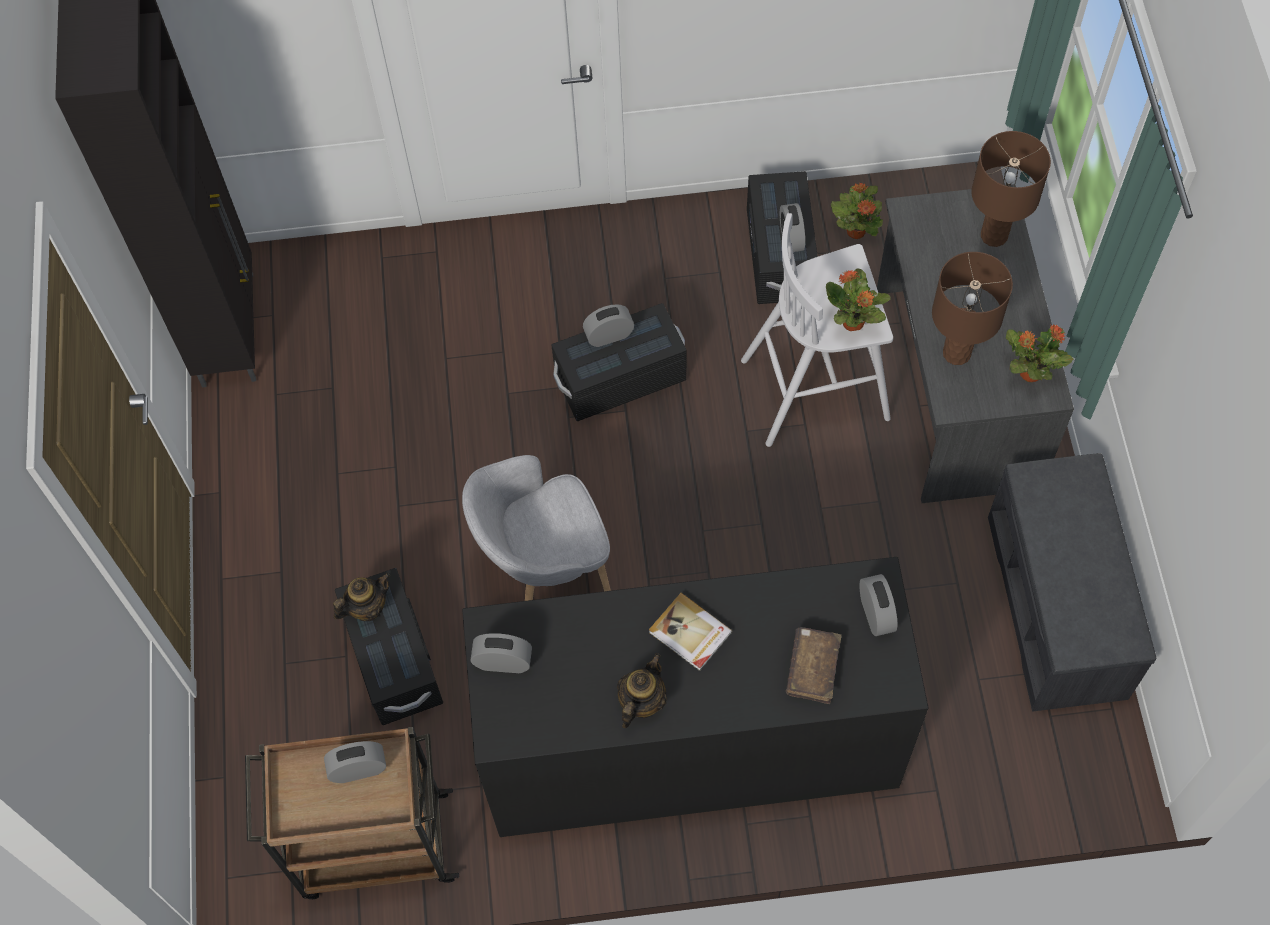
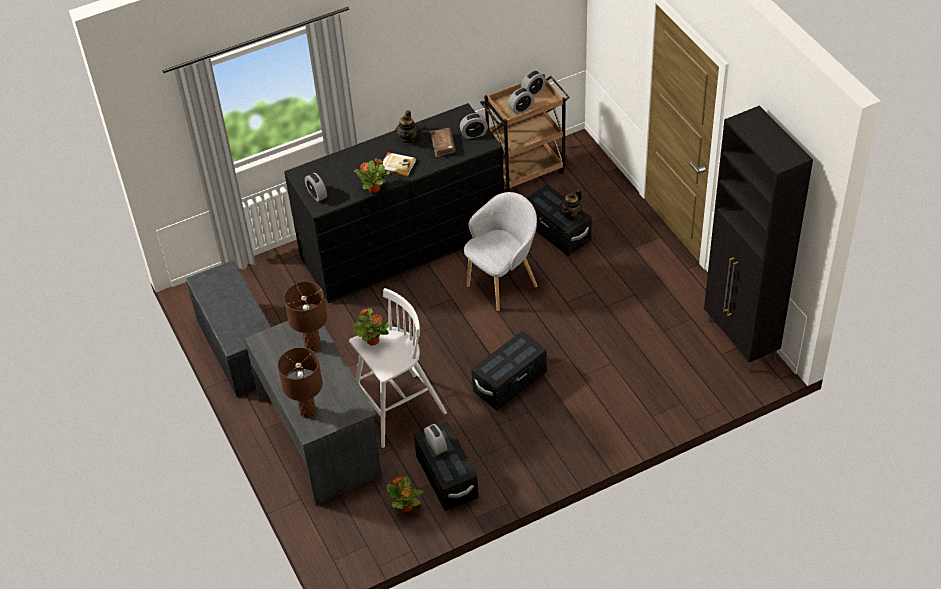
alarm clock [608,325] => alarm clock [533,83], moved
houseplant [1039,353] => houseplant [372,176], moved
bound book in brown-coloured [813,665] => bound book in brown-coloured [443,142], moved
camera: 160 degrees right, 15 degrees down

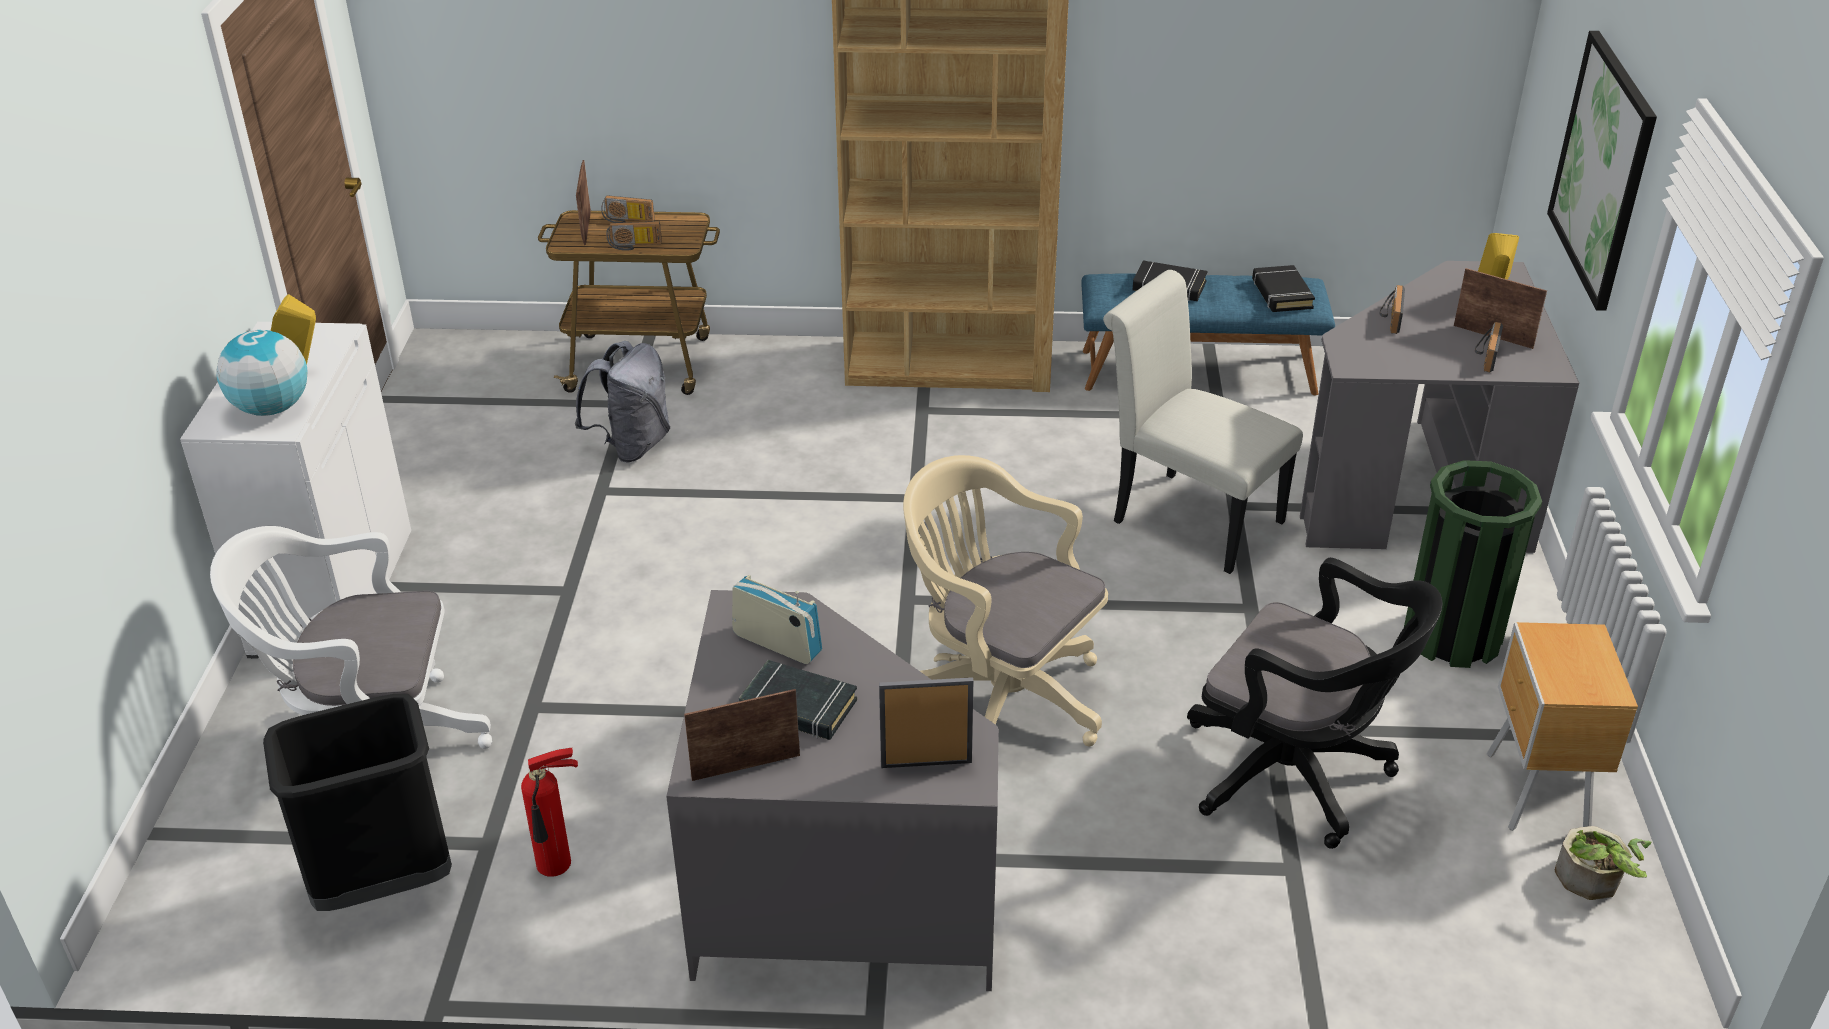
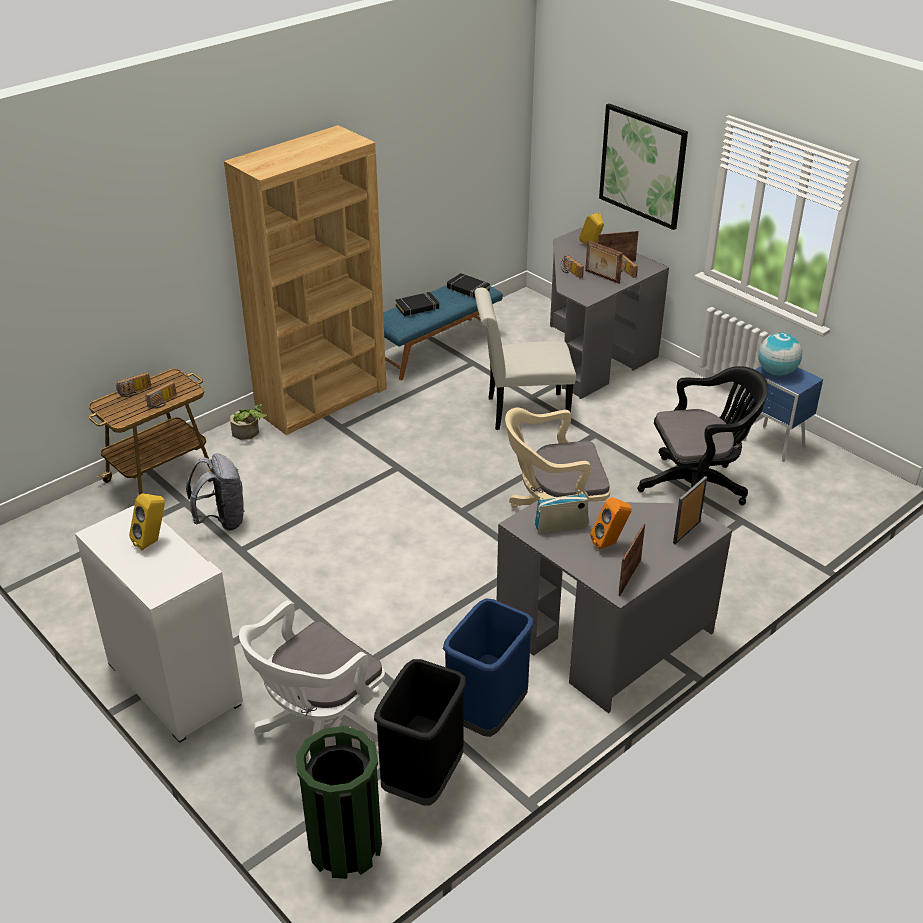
photo frame [583,202] => photo frame [604,262], moved
globe [262,373] => globe [780,354], moved
trash can in green [1473,564] => trash can in green [339,802], moved
bedside table in brown-coloured [1562,726] => bedside table in bluish [783,414]
bound book in blackish [798,700] => loudspeaker in orange [611,523]
fire extinguisher [549,812] => trash can in bluish [488,667]
houseplant [1603,863] => houseplant [248,422], moved
camera: 45 degrees left, 0 degrees up

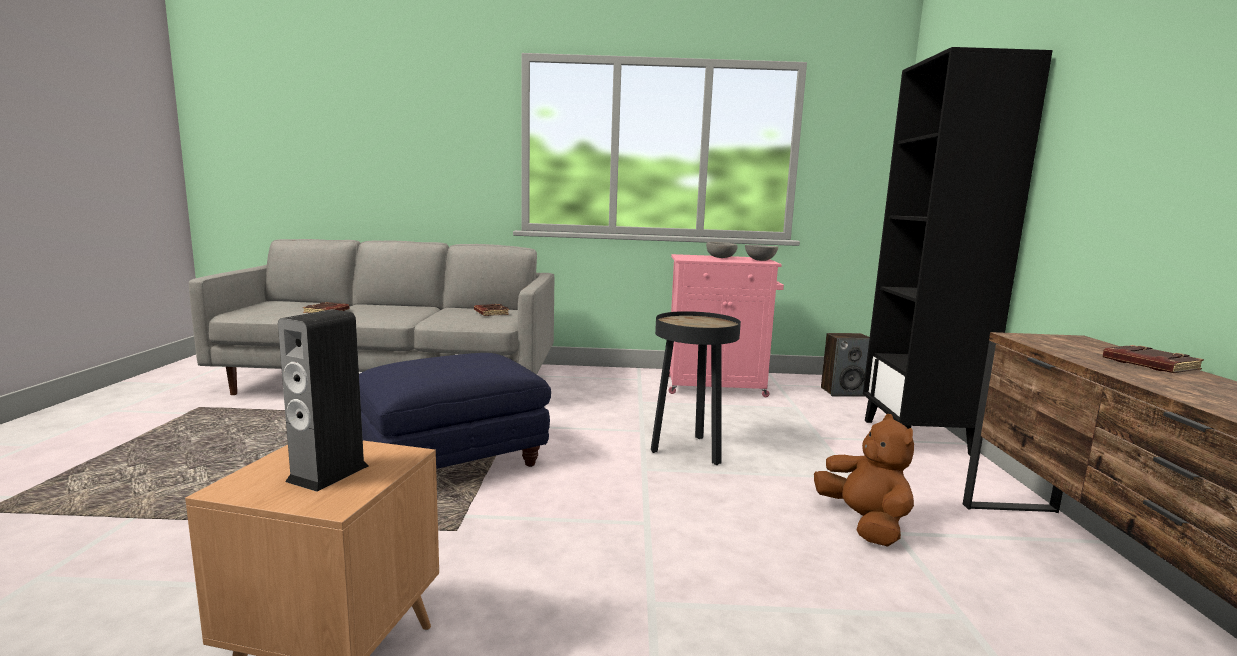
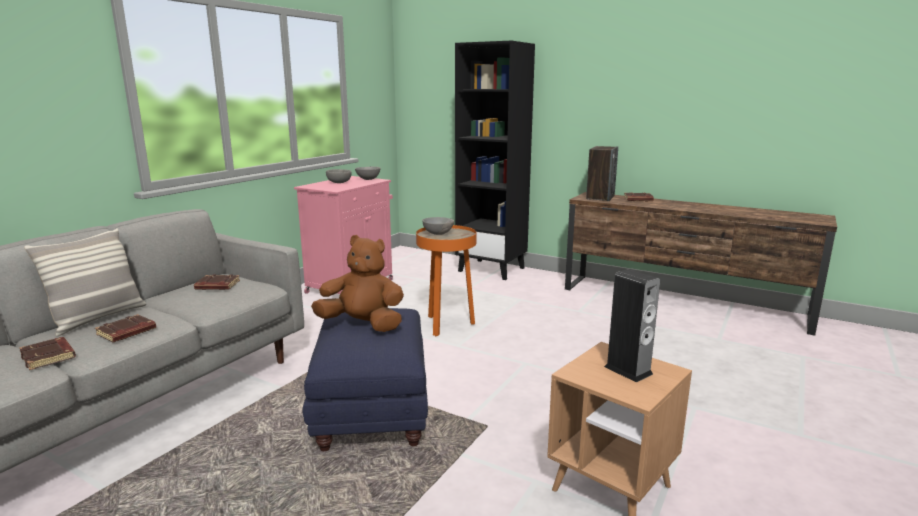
end table in blackish [696,388] => end table in orange [446,280]
loudspeaker [845,364] => loudspeaker [602,173], moved
soft toy in brown-coloured [864,480] => soft toy in brown-coloured [357,283], moved
nothing => bowl in gray [438,226]
nothing => throw pillow [85,282]
nothing => bound book in brown-coloured [125,328]
camera: 60 degrees left, 5 degrees up

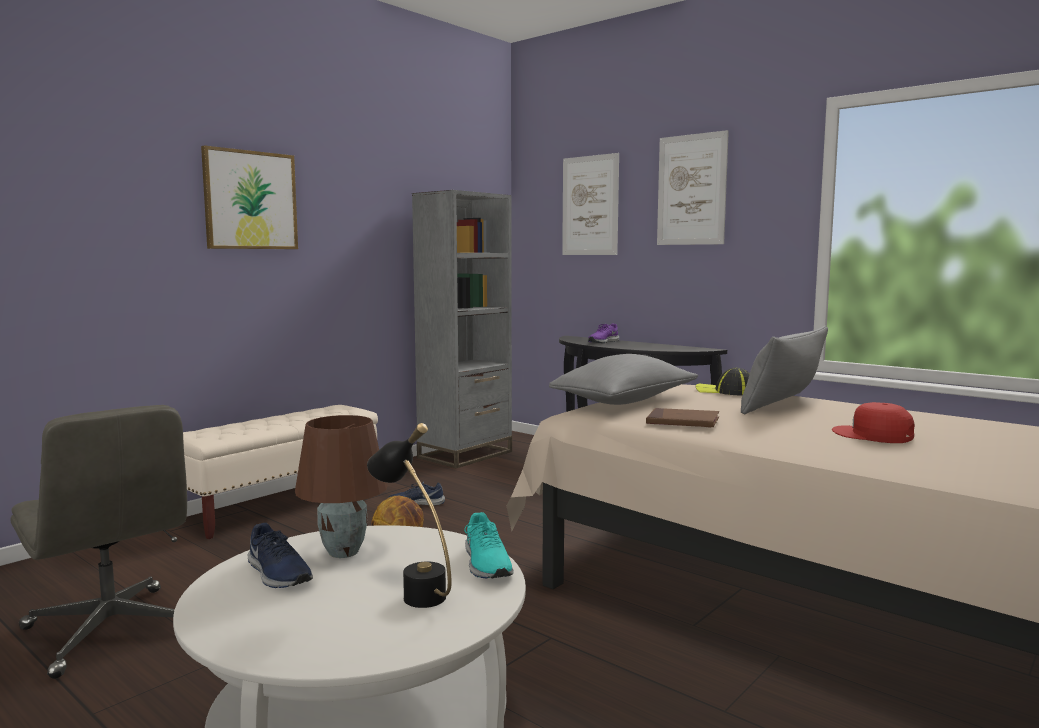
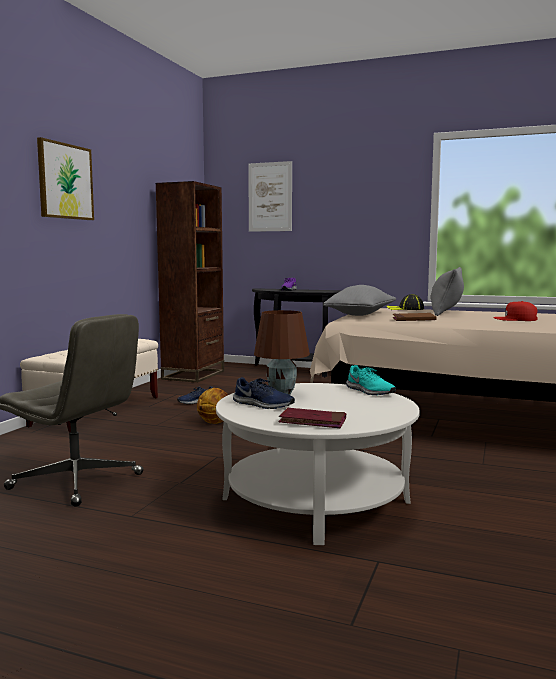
picture [693,187] => nothing
bookshelf in gray [462,329] => bookshelf in brown-coloured [189,282]
lamp for a table in blackish [409,515] => nothing
nothing => bound book in red [312,418]
camera: 20 degrees left, 0 degrees up

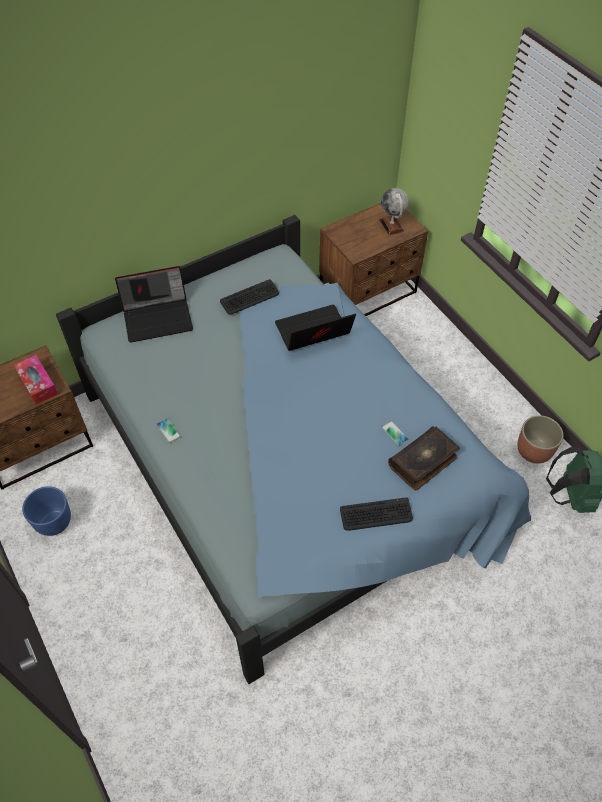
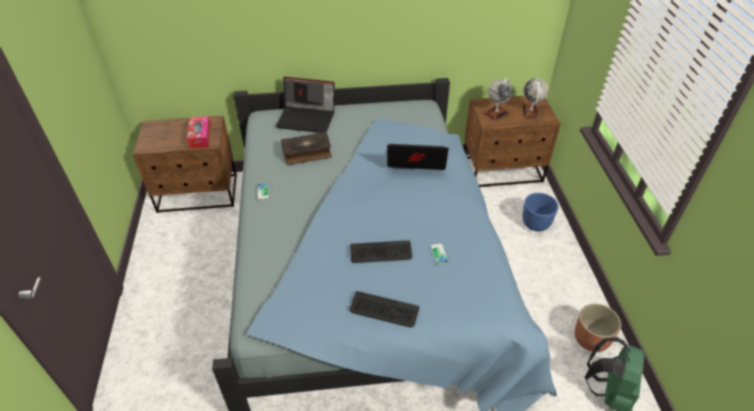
keyboard [249,297] => keyboard [381,251], moved
bound book [424,458] => bound book [306,148], moved
flower pot in bluish [46,511] => flower pot in bluish [540,212], moved
nothing => globe [498,99]
camera: 25 degrees right, 10 degrees down

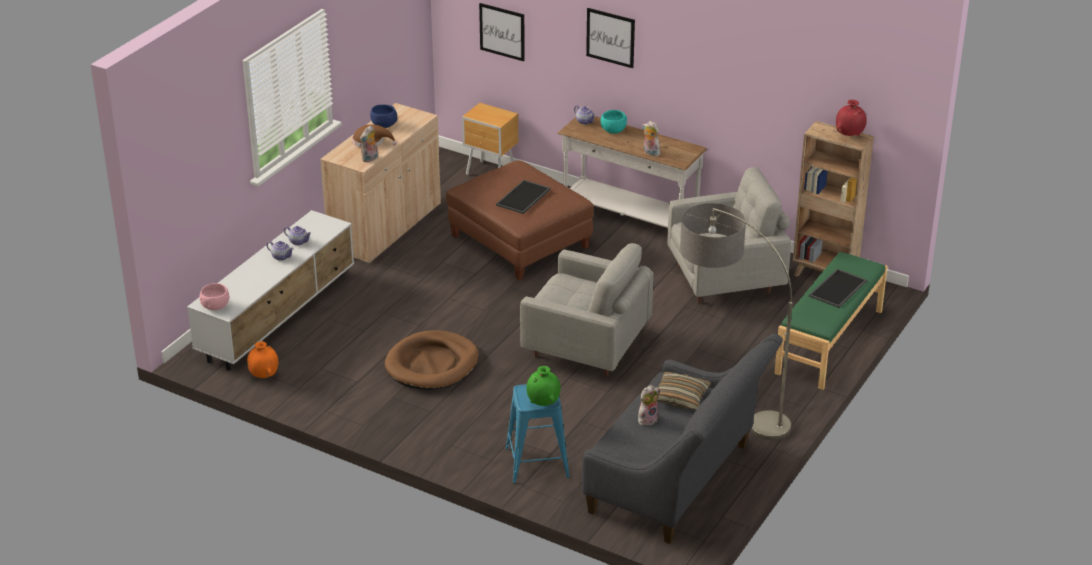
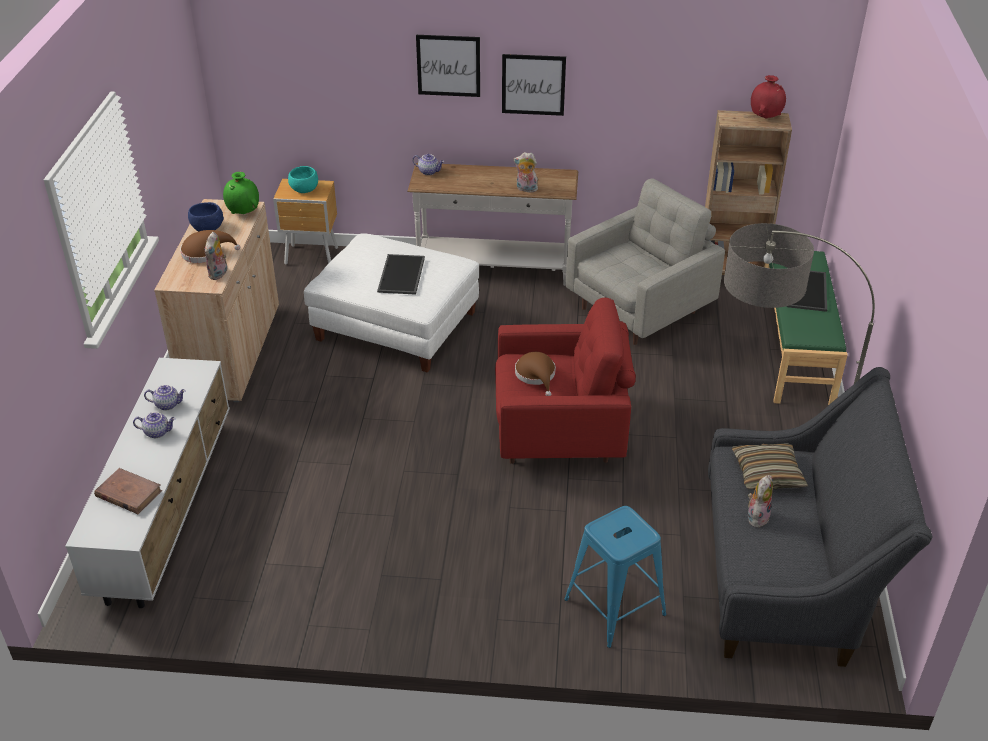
picture [502,32] => picture [534,85], moved
bowl in turquoise-coloured [614,121] => bowl in turquoise-coloured [303,179], moved
footrest in brown-coloured [520,220] => footrest in white [391,303]
easy chair in gray [587,309] => easy chair in red [565,381]
bowl in pinkish [214,296] => nothing
dog cushion in brown-coloured [432,360] => nothing
flower vase in orange [262,359] => nothing
flower vase in green [543,386] => flower vase in green [241,193], moved
nothing => wearable hat in brown-coloured [535,374]
nothing => bound book in brown-coloured [128,491]
camera: 25 degrees left, 5 degrees up

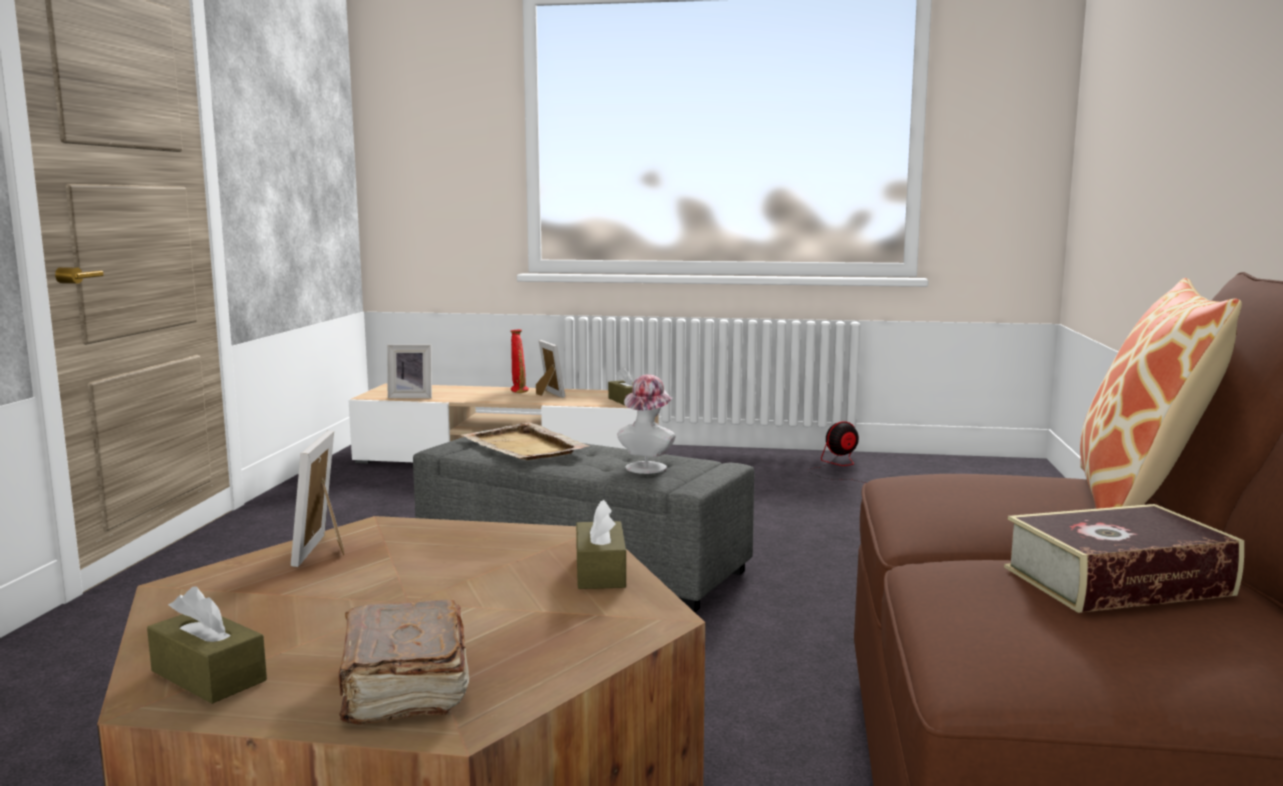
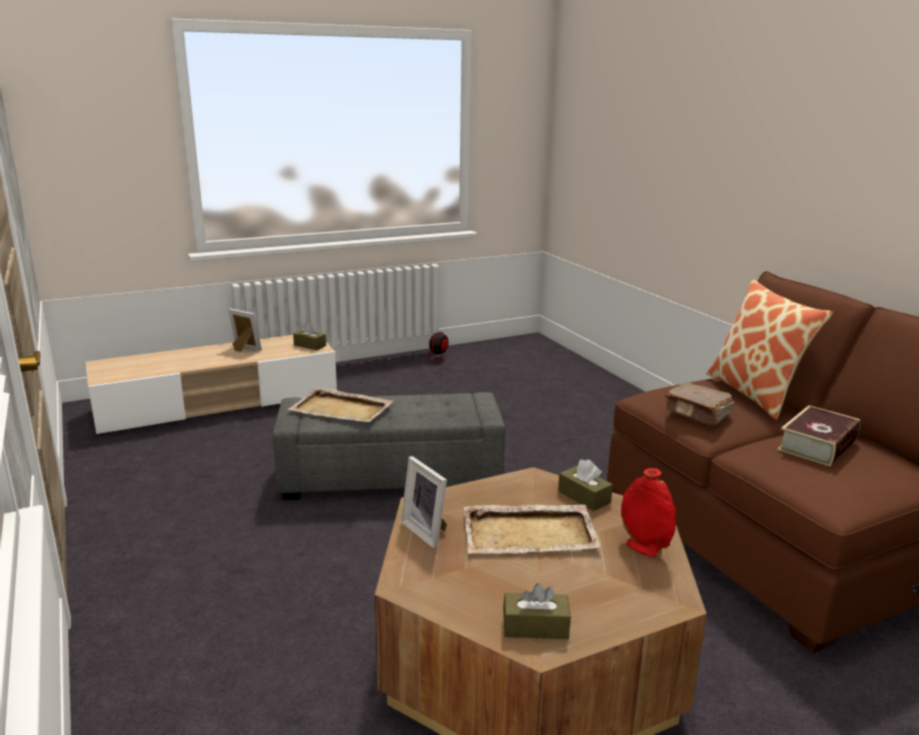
flower vase in red [519,361] => flower vase in red [648,512], moved
photo frame [409,371] => nothing
wearable hat [647,424] => nothing
bound book in brown-coloured [404,662] => bound book in brown-coloured [699,404], moved
nothing => serving tray in sand-coloured [533,529]
camera: 35 degrees left, 10 degrees up

